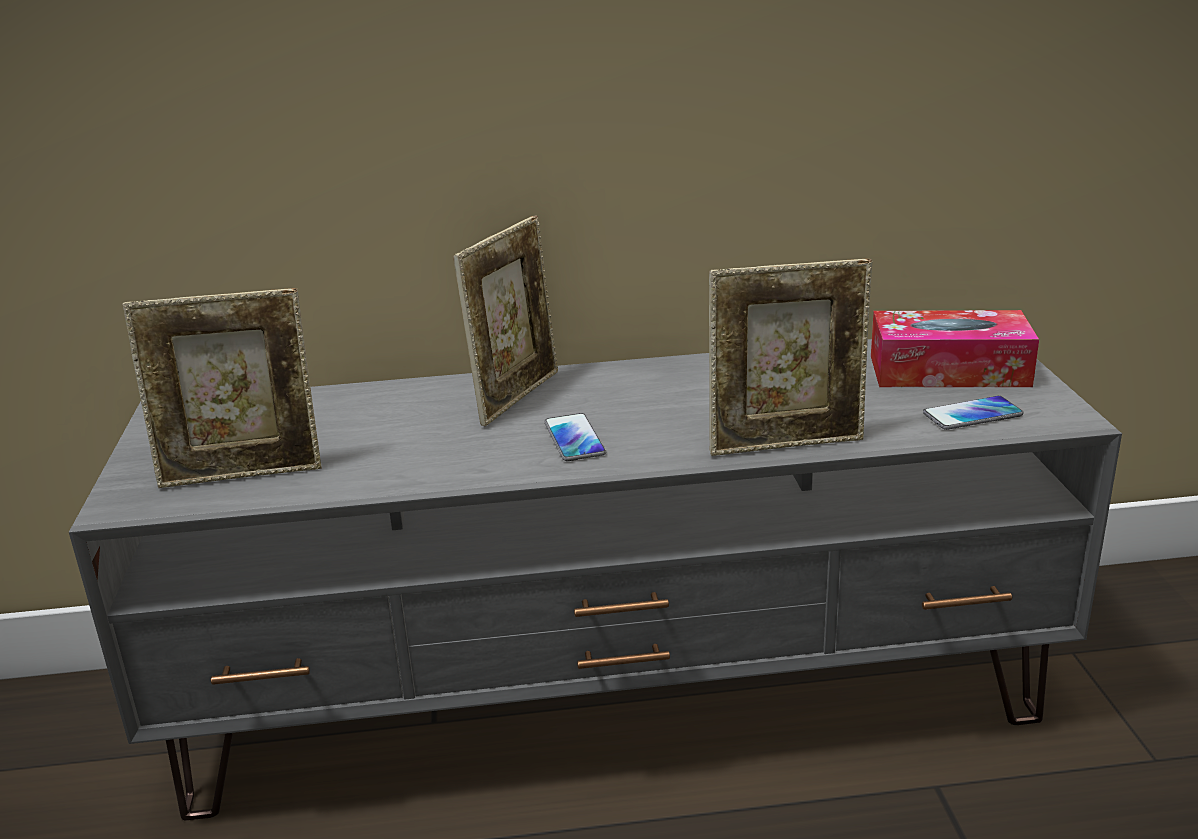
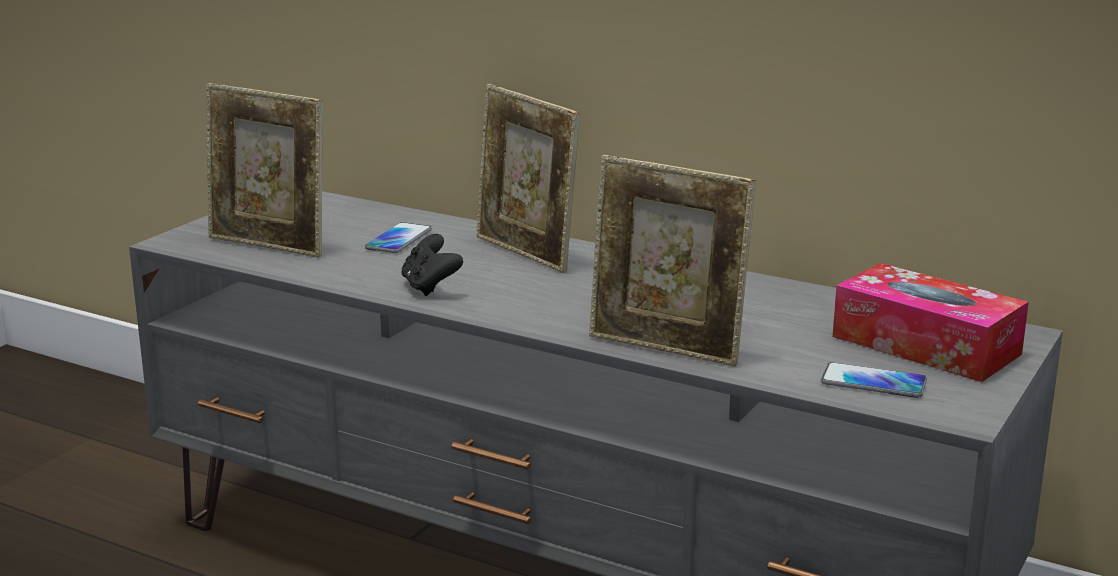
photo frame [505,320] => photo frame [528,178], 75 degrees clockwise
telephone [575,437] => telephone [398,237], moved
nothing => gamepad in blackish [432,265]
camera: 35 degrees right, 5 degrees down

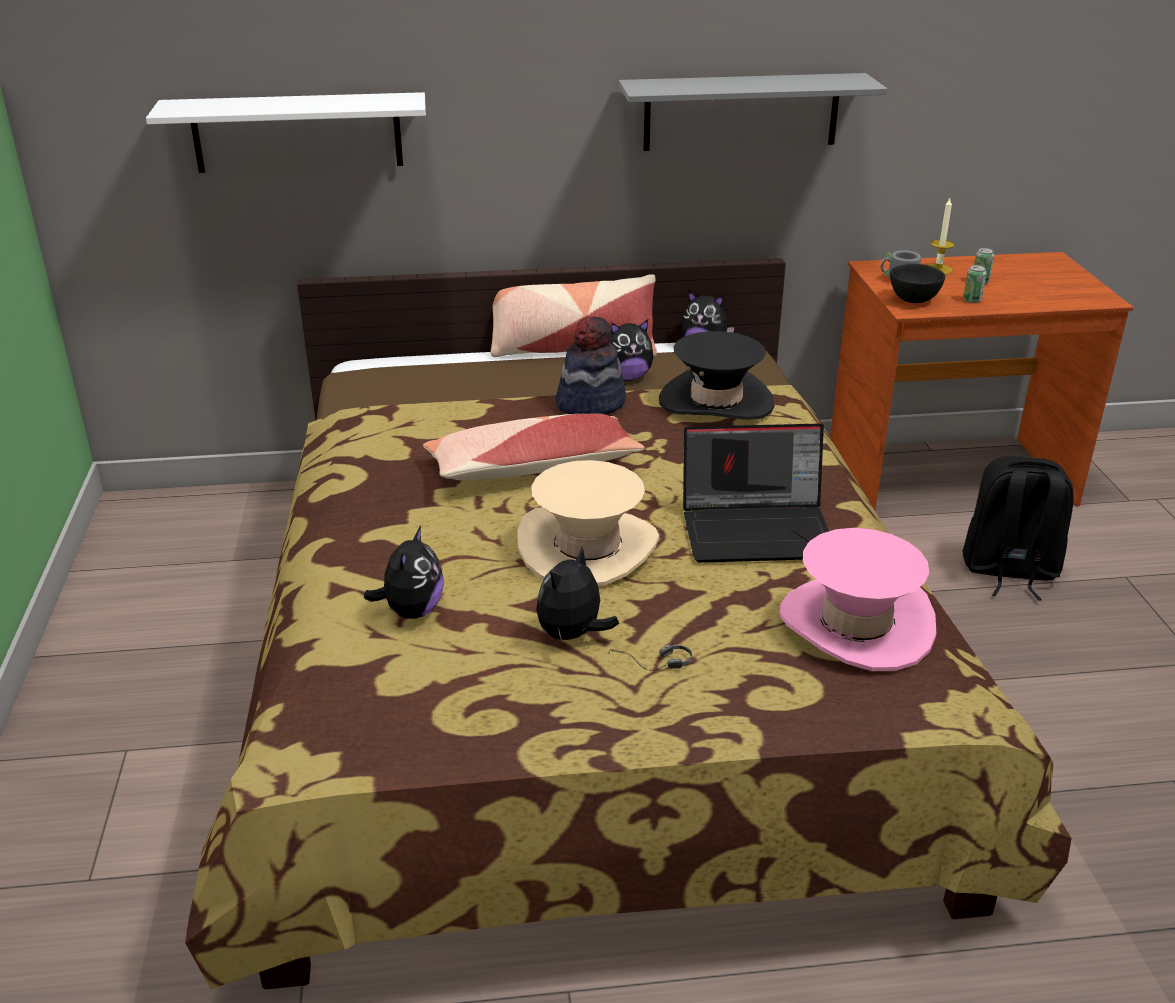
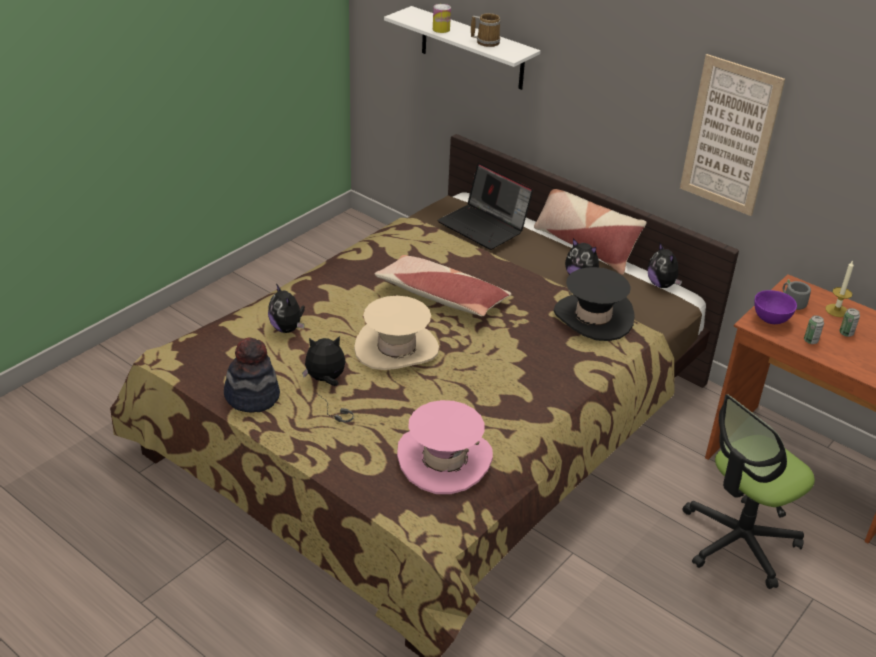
wall shelf in gray [753,112] => picture [732,135]
bowl in blackish [918,283] => bowl in purple-coloured [775,307]
wearable hat [591,365] => wearable hat [252,375], moved
notebook computer [756,493] => notebook computer [485,206], moved
backpack in blackish [1018,528] => computer chair [749,491]
soft toy [404,572] => soft toy [286,308], 90 degrees clockwise
nothing => sealed can [442,18]
nothing => mug [485,30]
camera: 45 degrees right, 5 degrees up

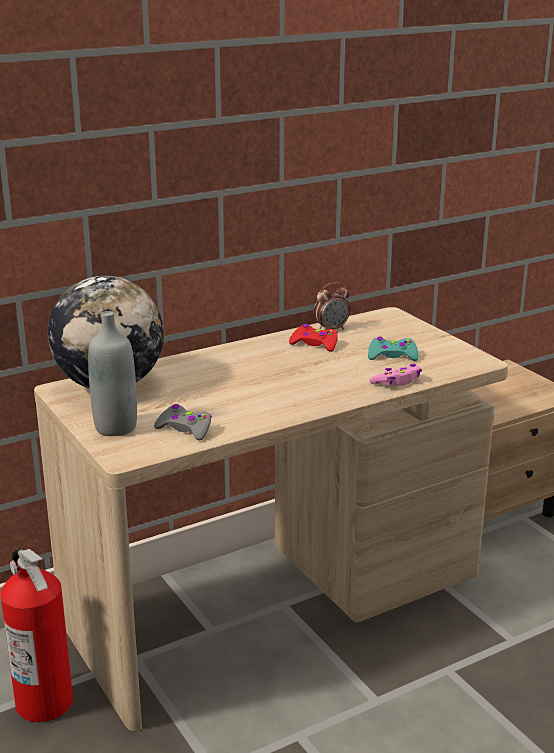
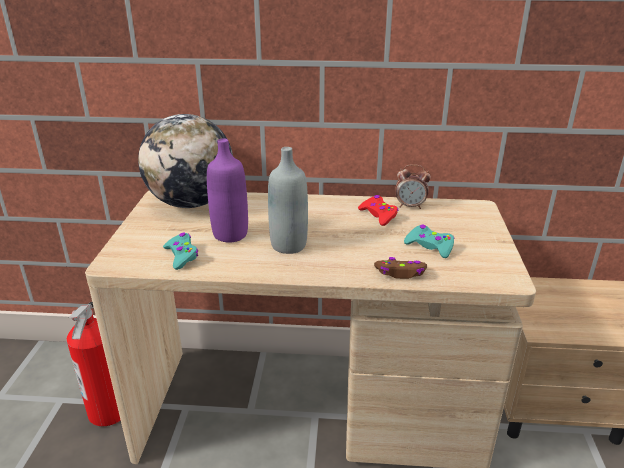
drink bottle in gray [112,373] => drink bottle in gray [288,200], moved
gamepad in pinkish [395,375] => gamepad in brown-coloured [400,268]
gamepad in gray [183,422] => gamepad in turquoise-coloured [180,251]
nothing => drink bottle in purple-coloured [227,190]
camera: 35 degrees right, 5 degrees up

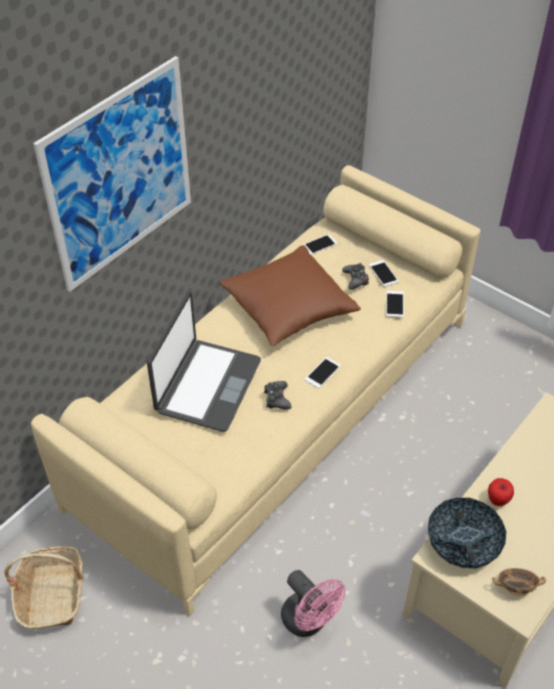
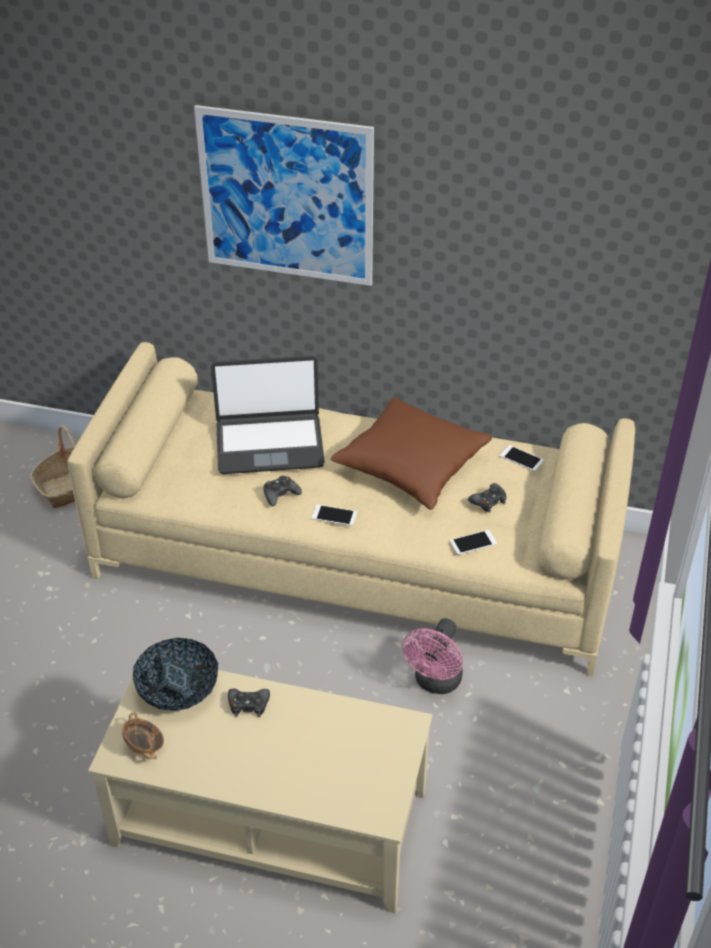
telephone [384,273] => nothing
apple [501,492] => gamepad in blackish [249,703]
electric fan in pinkish [313,603] => electric fan in pinkish [432,656], moved
camera: 65 degrees right, 5 degrees down

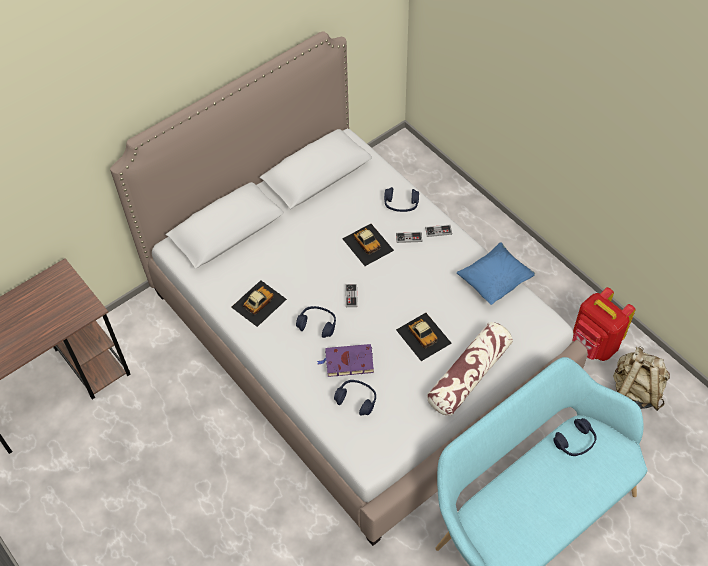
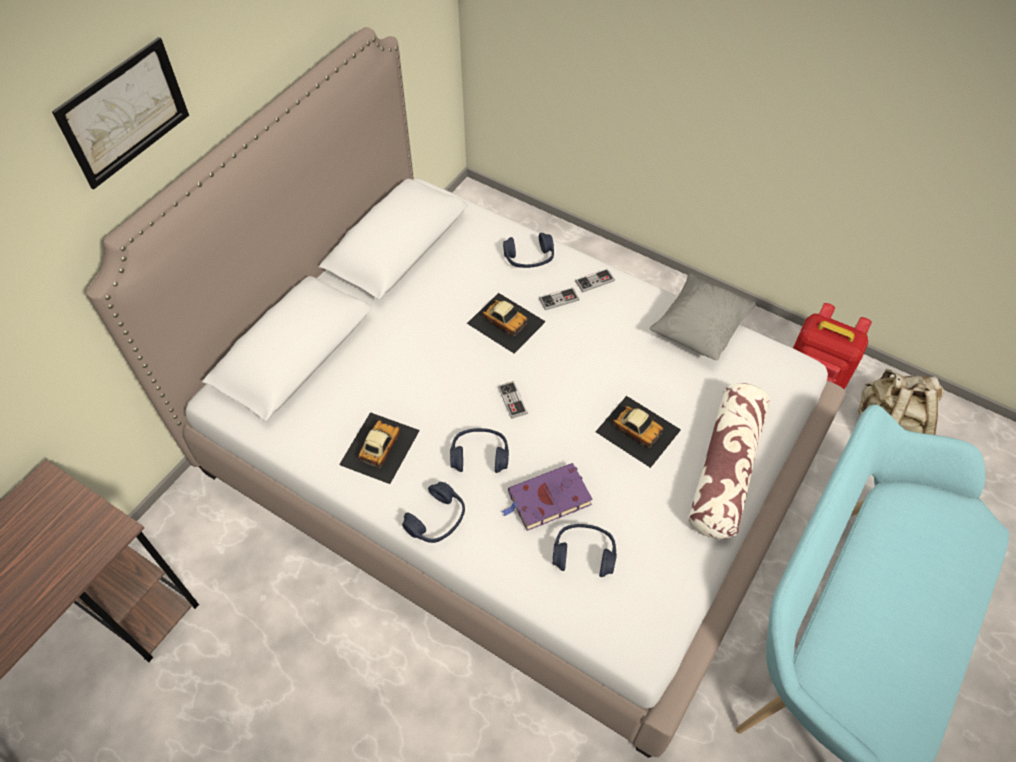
throw pillow in bluish [496,274] => throw pillow in gray [702,317]
headset in bluish [575,437] => headset in bluish [433,512], moved
nothing => picture [120,113]
camera: 20 degrees left, 0 degrees up

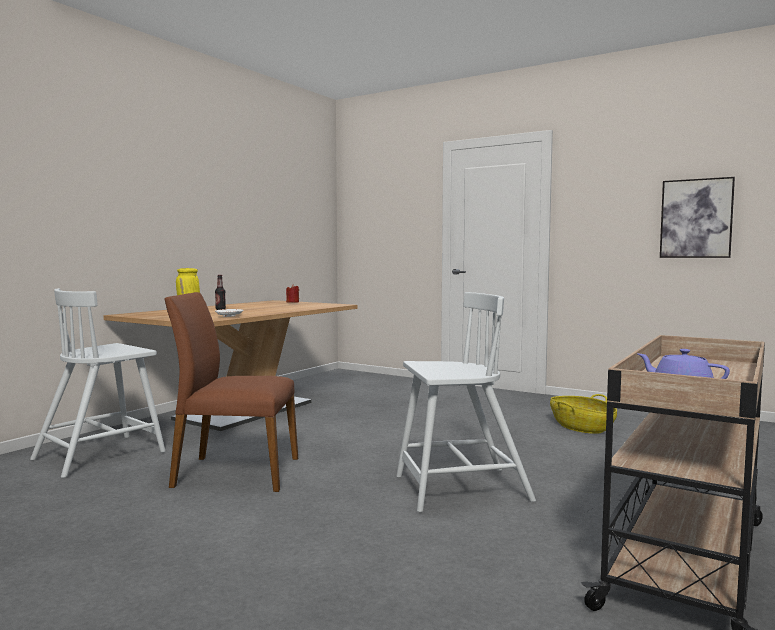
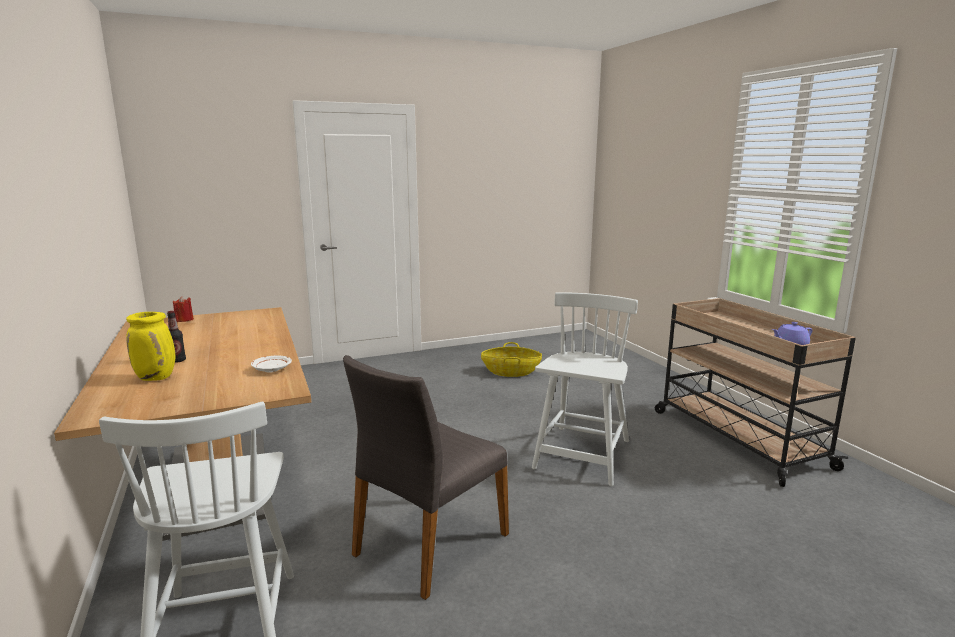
picture [697,217] => nothing
plain chair in brown-coloured [231,392] => plain chair in gray [426,477]
camera: 55 degrees left, 10 degrees up

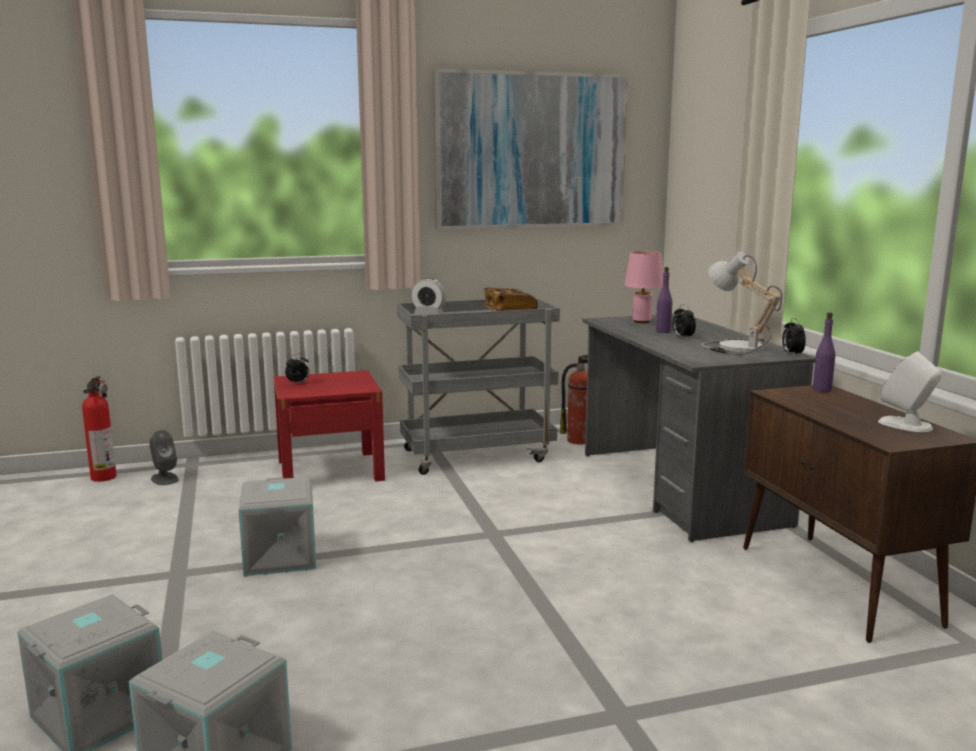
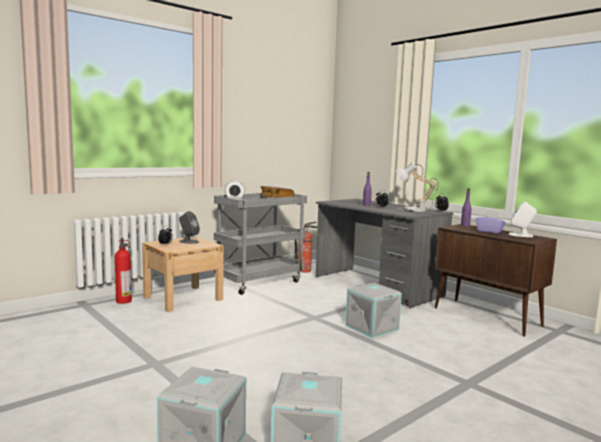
picture [530,149] => nothing
lamp for a table in pinkish [644,287] => nothing
bedside table in red [329,426] => bedside table in sand-coloured [183,274]
fire extinguisher [99,429] => fire extinguisher [123,271], moved
loudspeaker in gray [164,457] => loudspeaker in gray [189,227], moved
storage box in gray [277,526] => storage box in gray [373,310], moved
nothing => tissue box in purple-coloured [490,222]
camera: 25 degrees left, 5 degrees down

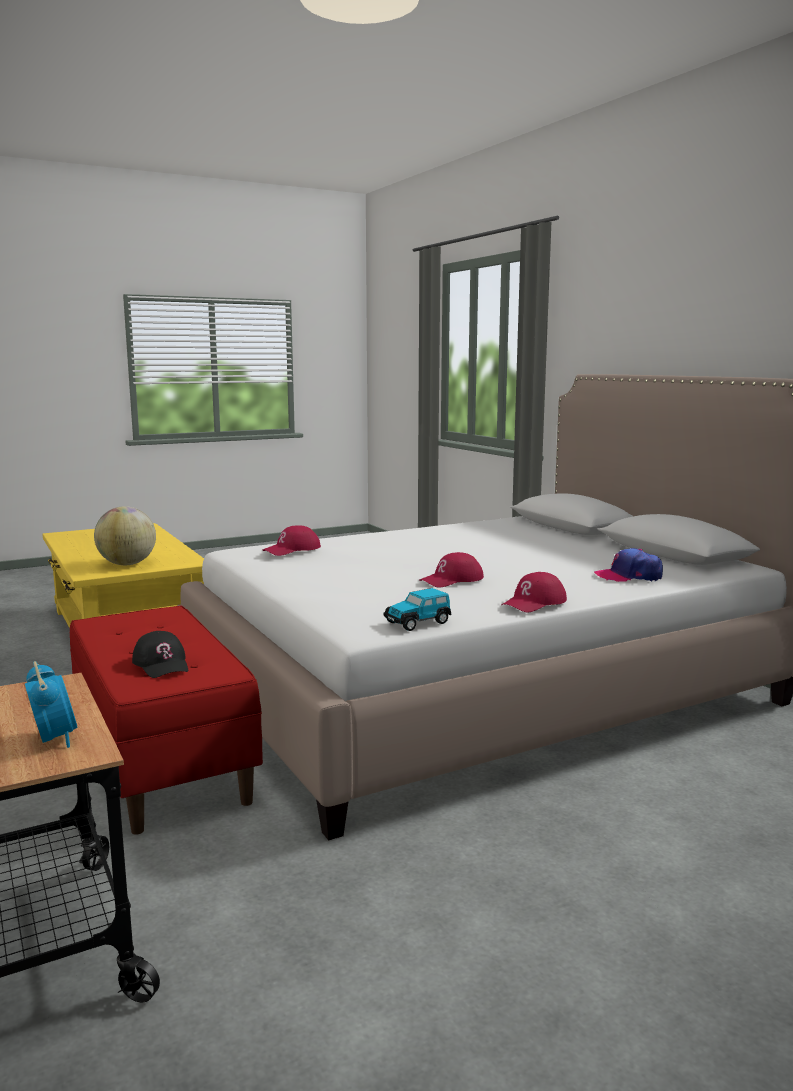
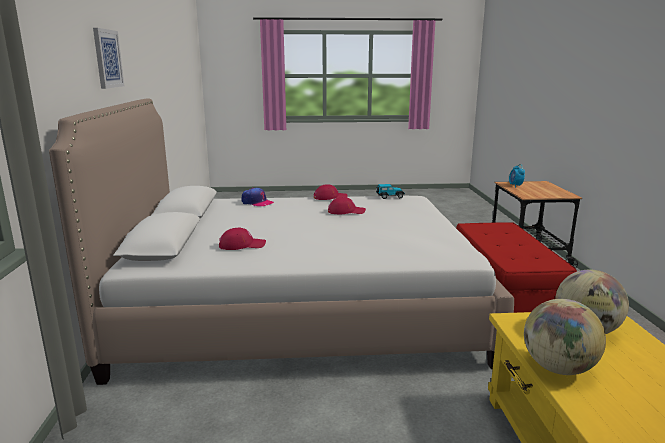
peaked cap in red [292,540] => peaked cap in red [242,239], moved
peaked cap in blackish [160,654] => nothing
nothing => picture [108,58]
nothing => globe [565,337]
camera: 155 degrees left, 5 degrees up

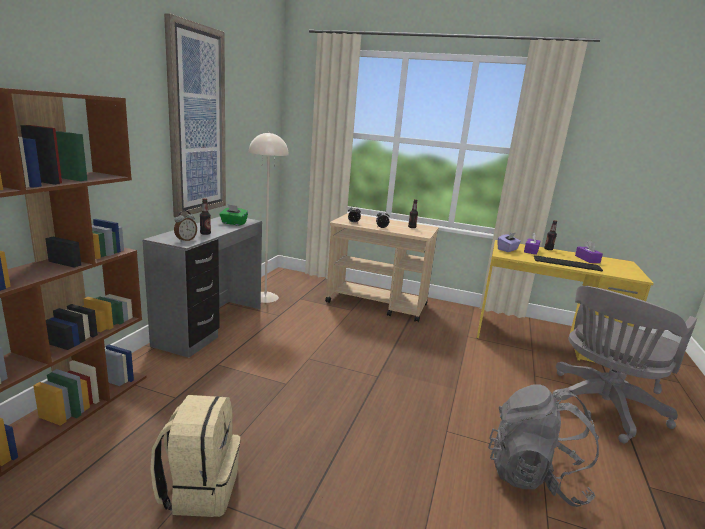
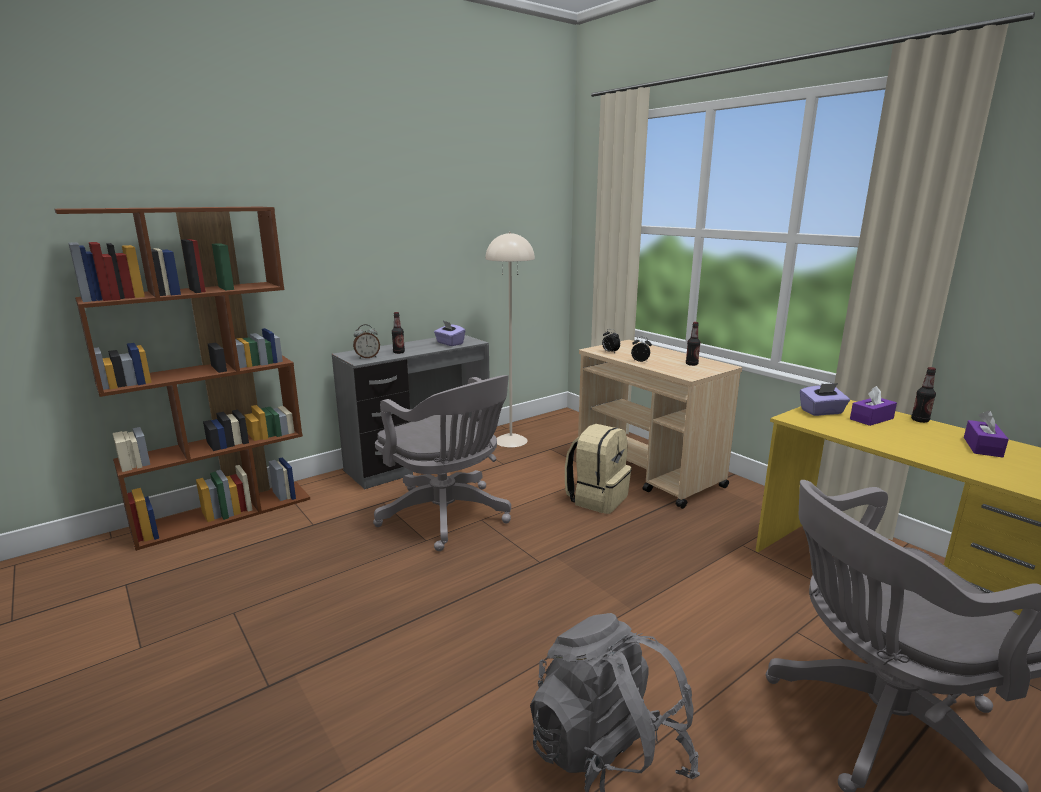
picture [195,115] => nothing
tissue box in green [233,215] => tissue box in purple-coloured [449,333]
keyboard [568,263] => nothing
backpack in sand-coloured [195,456] => backpack in sand-coloured [598,469], moved
nothing => computer chair in gray [442,463]
camera: 35 degrees right, 0 degrees up

